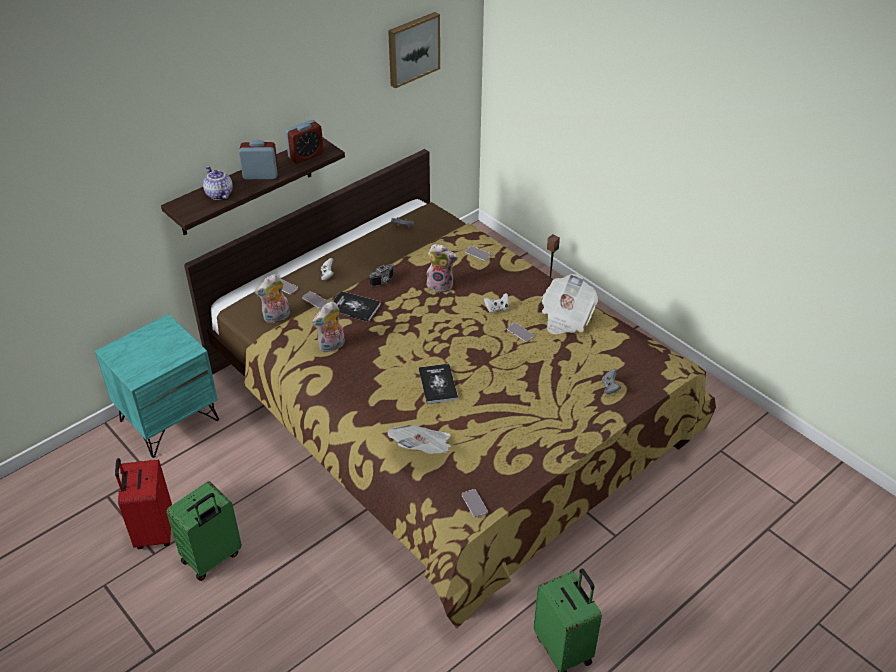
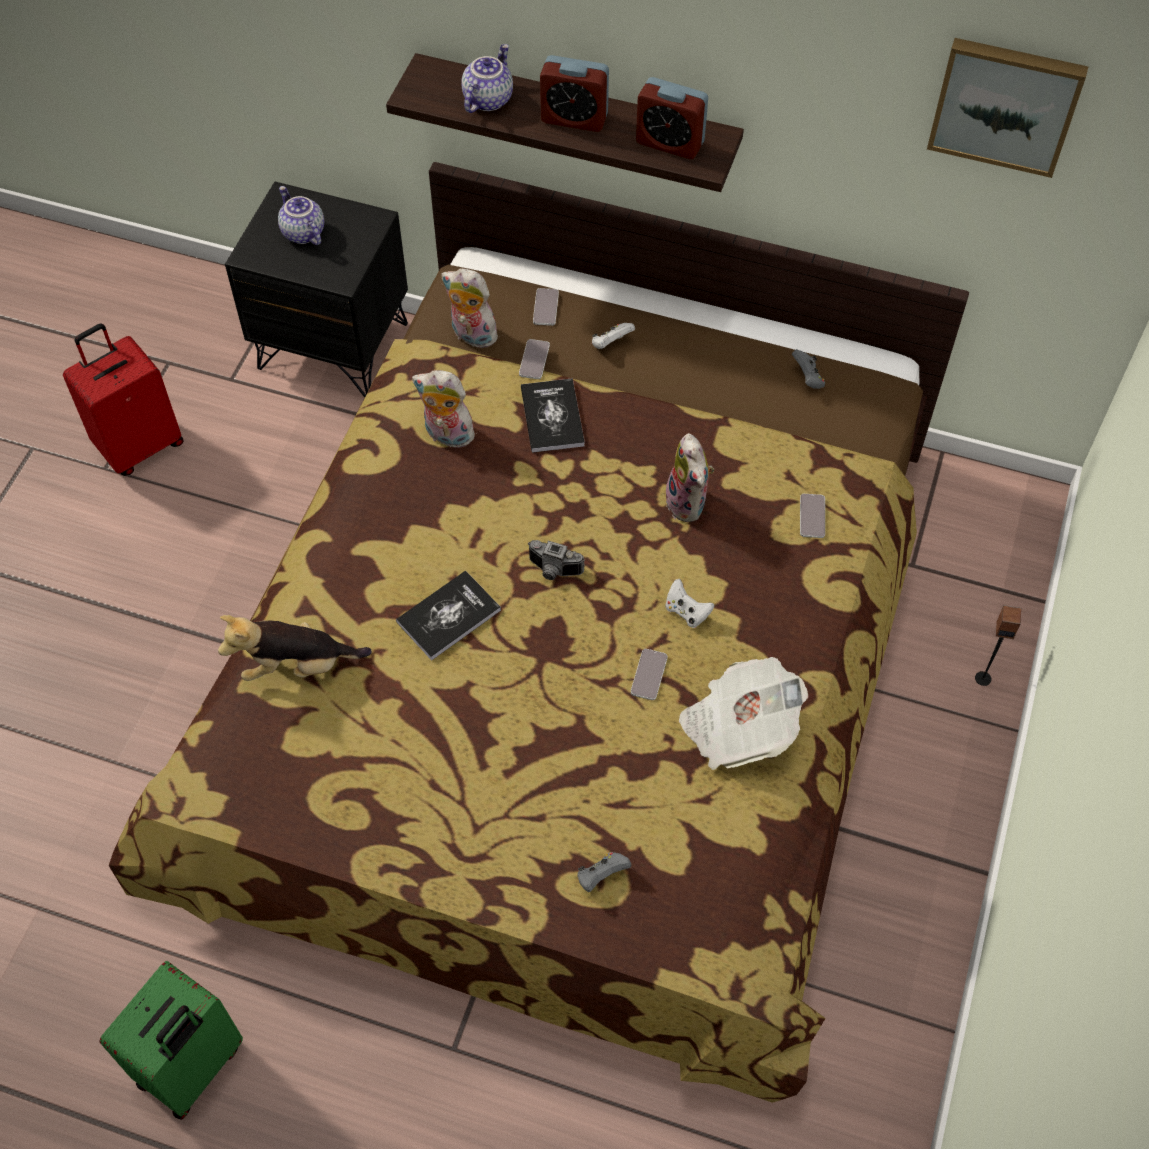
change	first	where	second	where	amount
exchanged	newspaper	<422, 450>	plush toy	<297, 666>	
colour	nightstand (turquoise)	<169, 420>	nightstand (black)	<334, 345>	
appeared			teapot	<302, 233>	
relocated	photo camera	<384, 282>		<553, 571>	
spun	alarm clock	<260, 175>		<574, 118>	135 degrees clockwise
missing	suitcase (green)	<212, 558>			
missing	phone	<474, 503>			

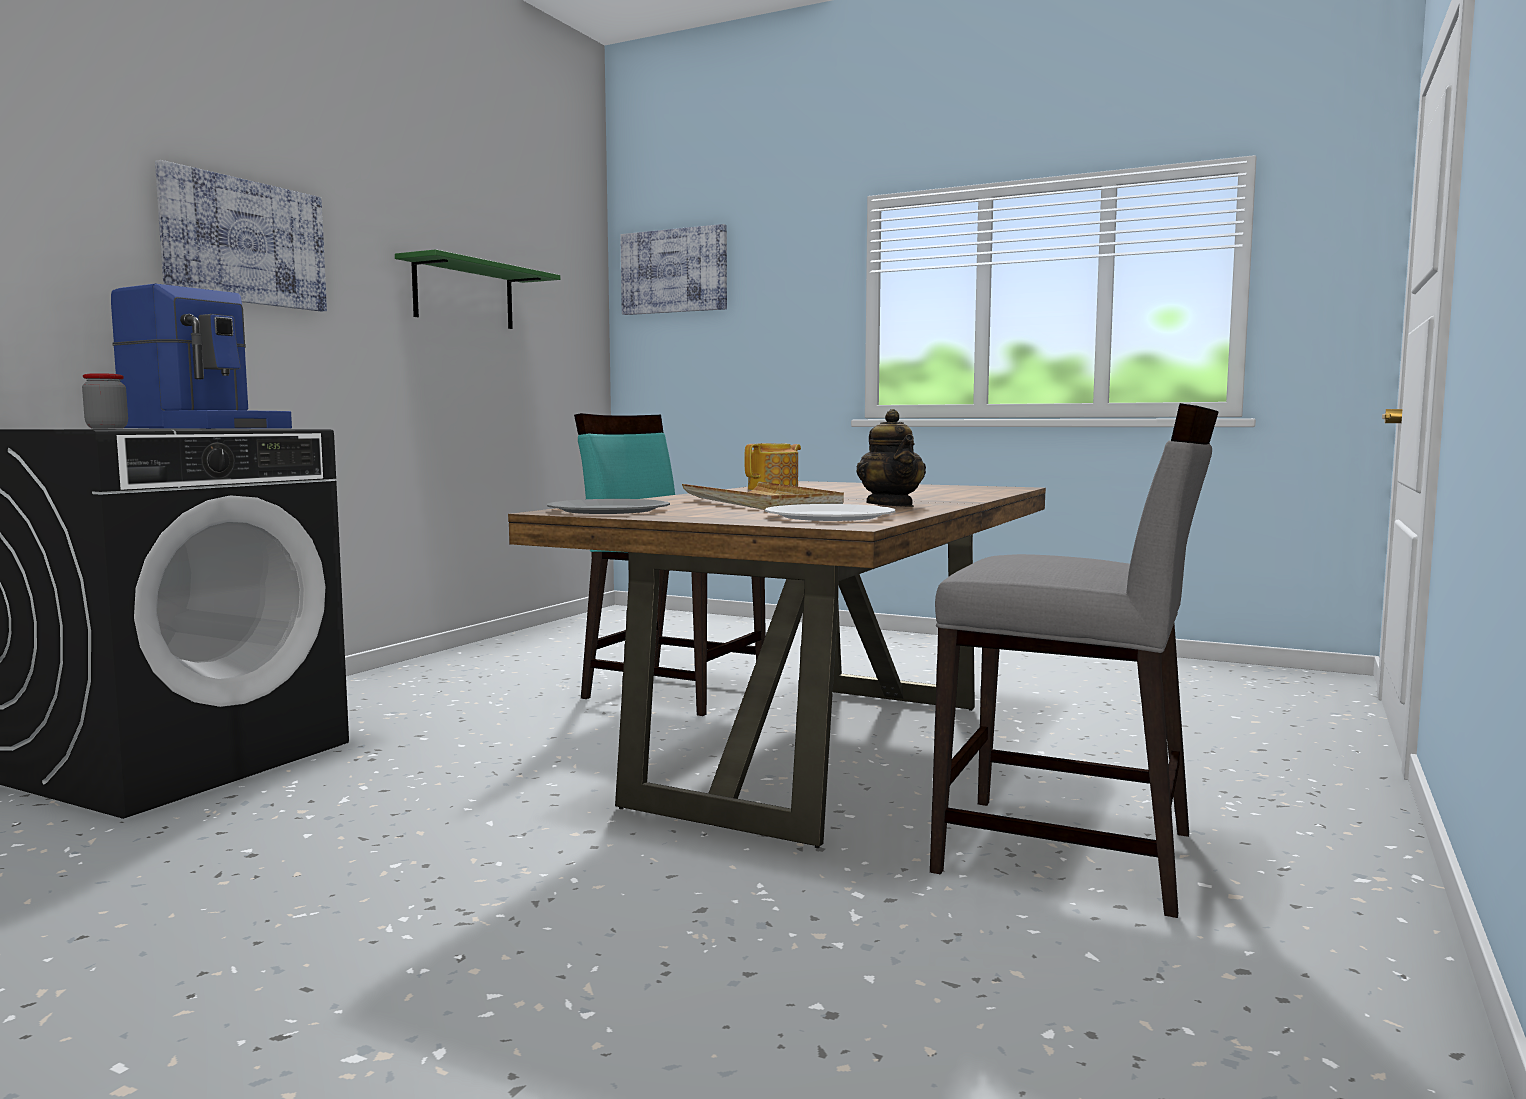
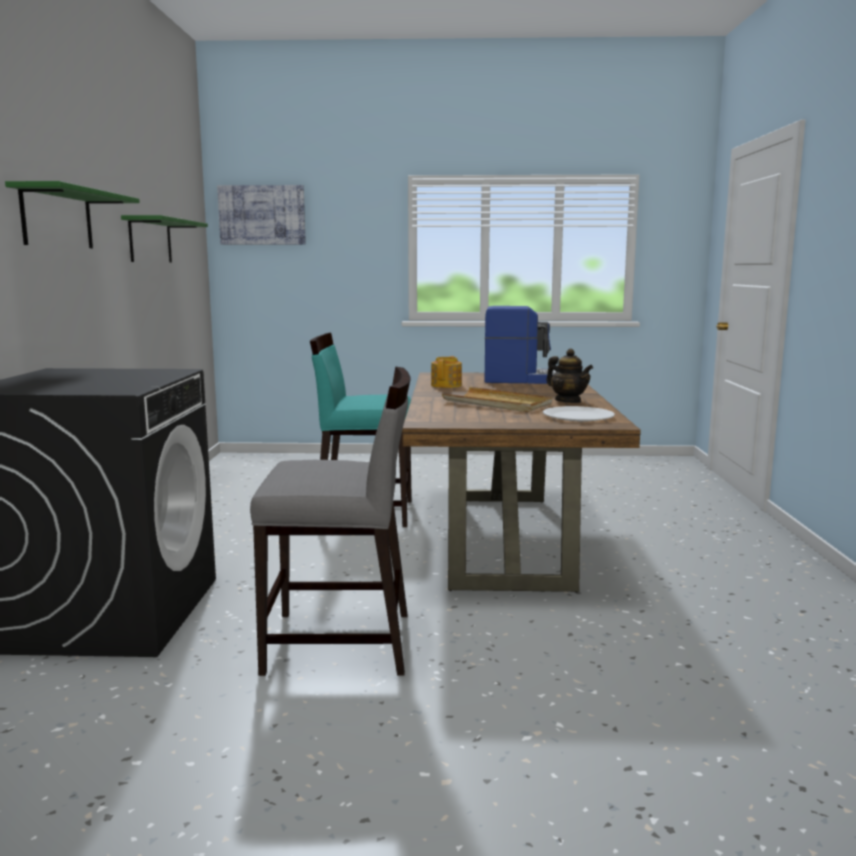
change	first	where	second	where	amount
exchanged	picture	<244, 242>	shelf (green)	<57, 219>	
relocated	chair (grey)	<1068, 853>		<341, 643>	
relocated	coffee machine	<206, 428>		<523, 379>	
missing	jar	<107, 428>			
missing	plate (grey)	<609, 510>			

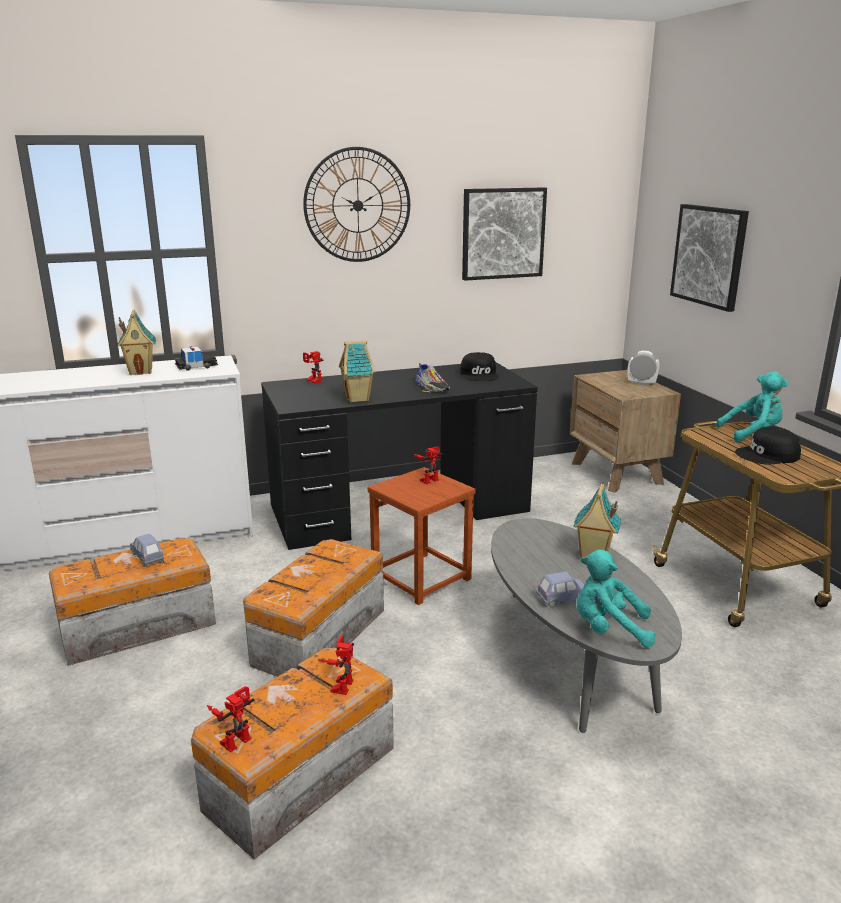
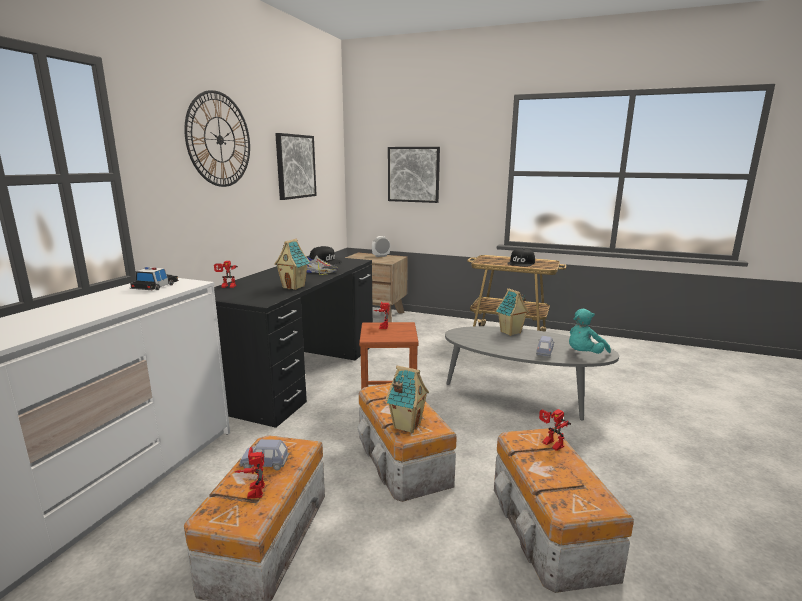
change	first	where	second	where	amount
relocated	toy robot	<235, 738>		<253, 490>	
relocated	toy house	<141, 371>		<406, 425>	
missing	plush toy (turquoise)	<752, 434>			

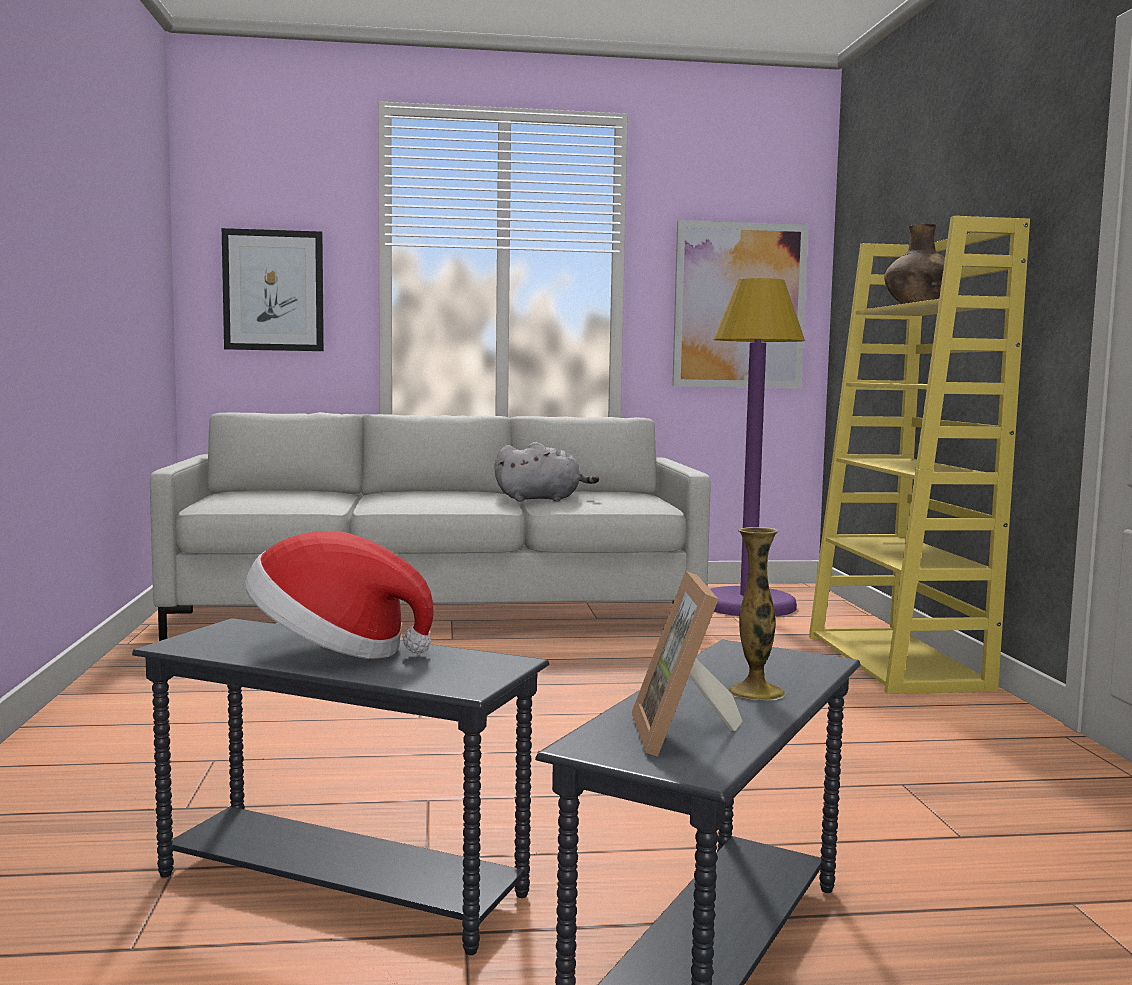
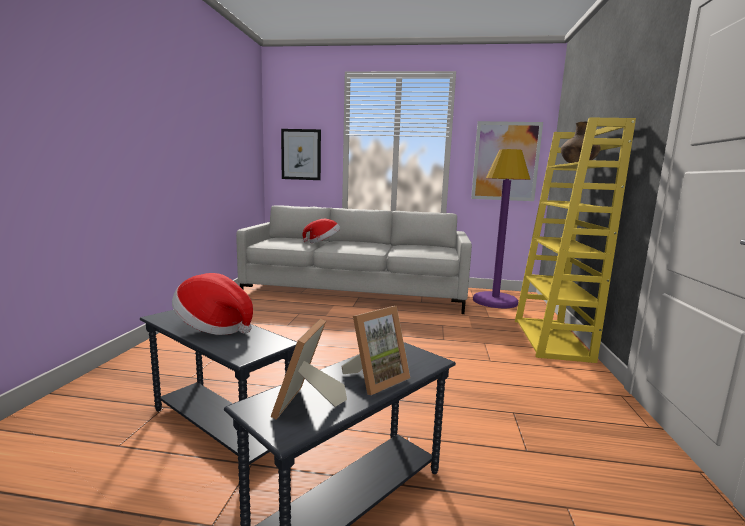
change	first	where	second	where	amount
appeared			hat	<322, 242>	
exchanged	vase	<756, 692>	picture frame	<375, 379>	
missing	plush toy (grey)	<542, 499>			

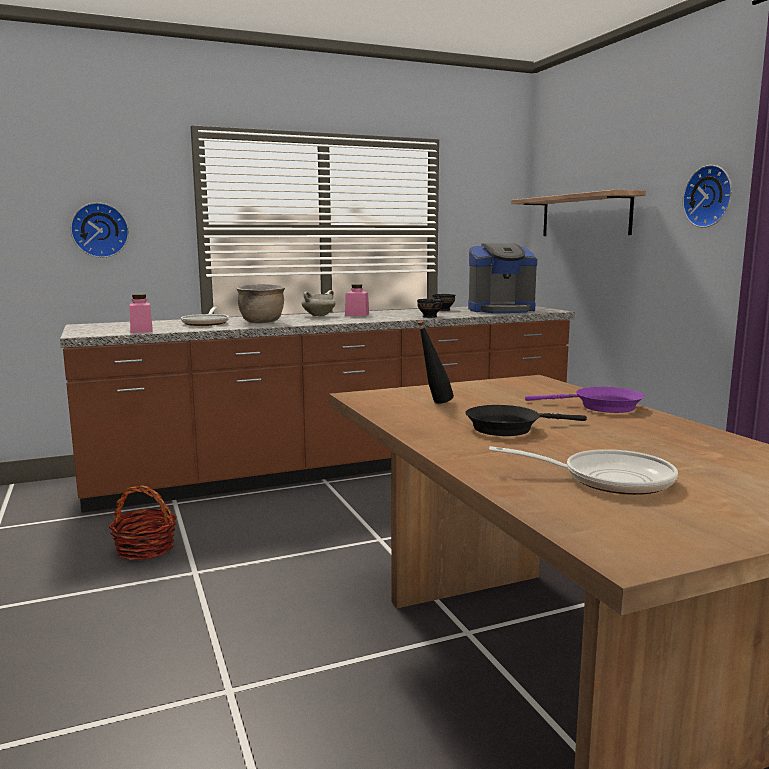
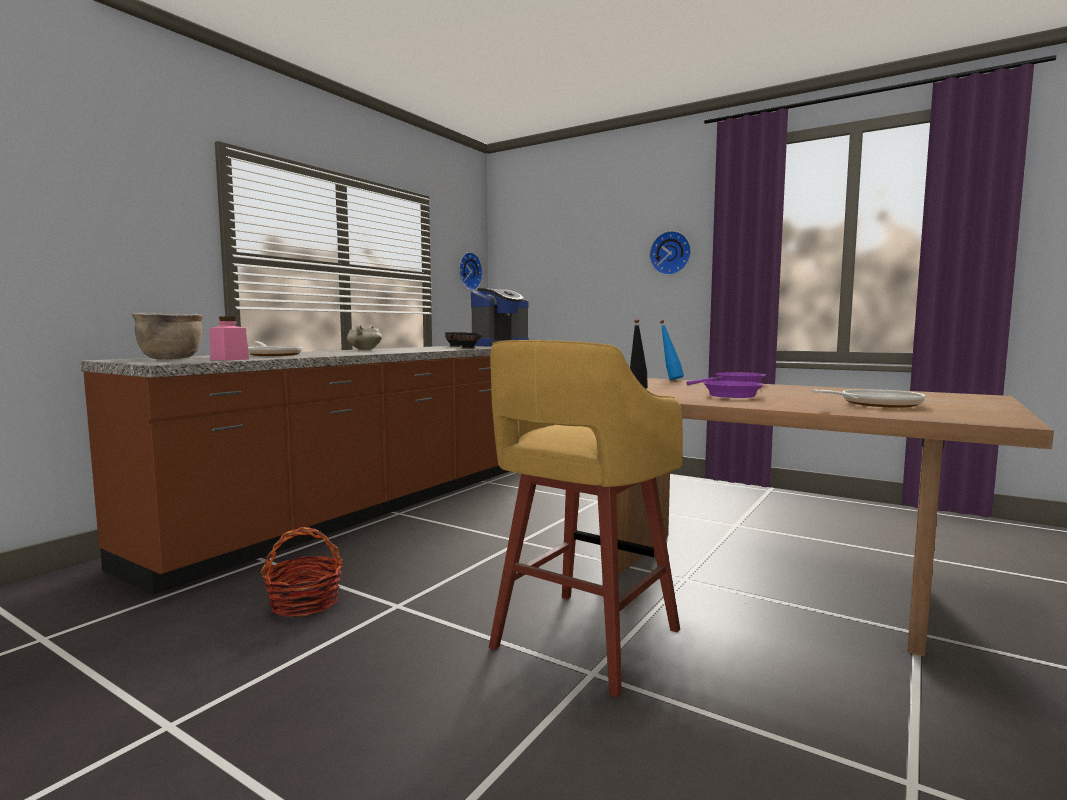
change	first	where	second	where	amount
relocated	cooking pot (brown)	<262, 322>		<171, 359>	
relocated	wall clock	<100, 230>		<468, 271>	
appeared			stool (yellow)	<582, 641>	
appeared			bottle (blue)	<670, 379>	
colour	frying pan (black)	<508, 428>	frying pan (purple)	<734, 395>	
missing	jar (pink)	<357, 315>			
missing	shelf	<585, 215>			

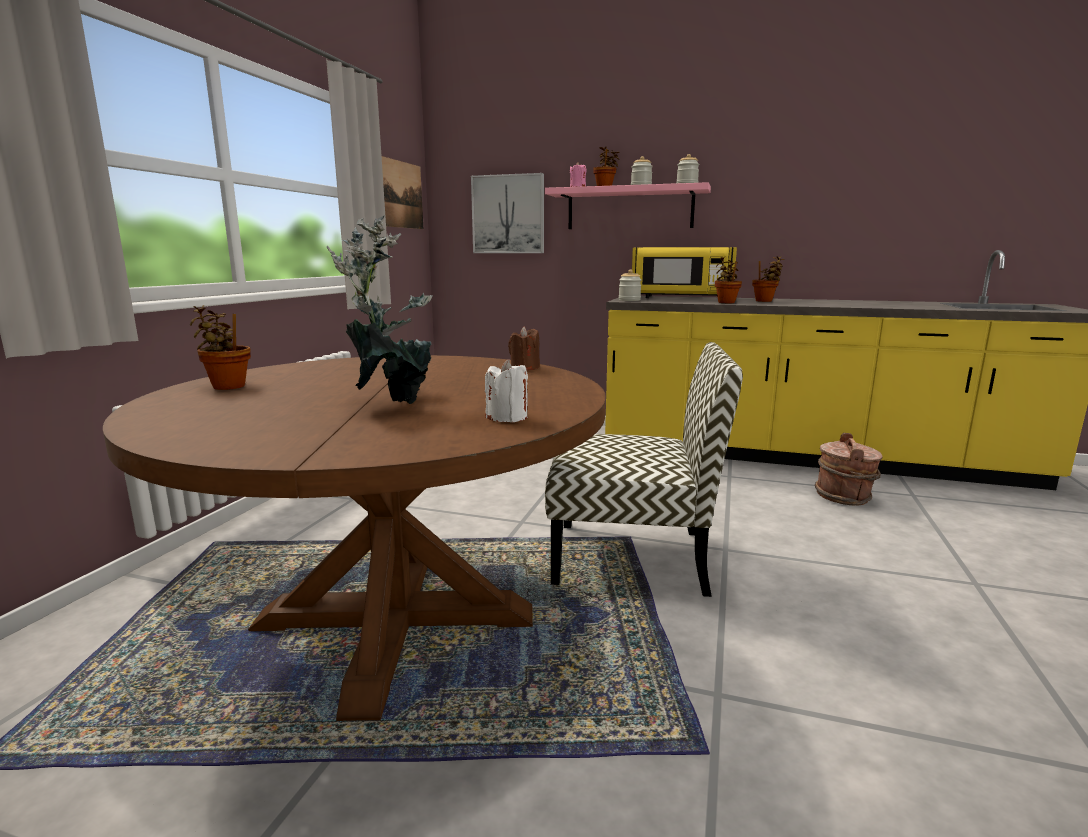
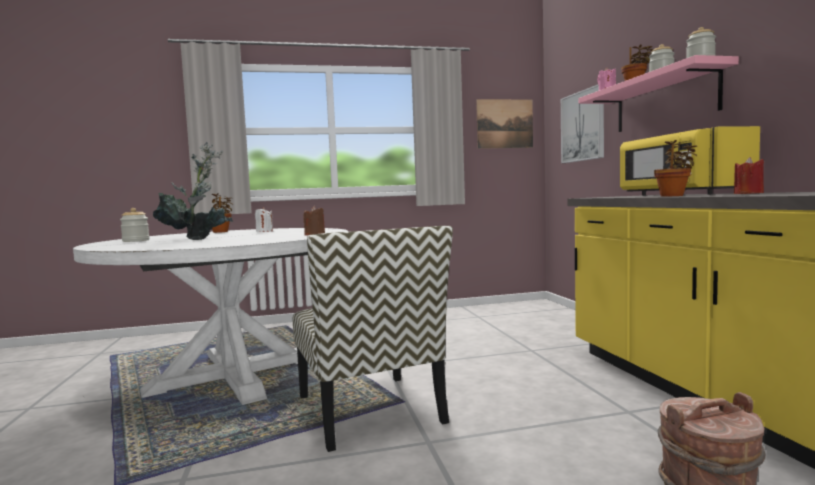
change	first	where	second	where	amount
colour	dining table (brown)	<395, 619>	dining table (white)	<233, 375>	
relocated	jar	<629, 300>		<136, 241>	
relocated	candle (white)	<507, 418>		<264, 231>	
exchanged	potted plant	<765, 301>	candle (red)	<748, 194>	

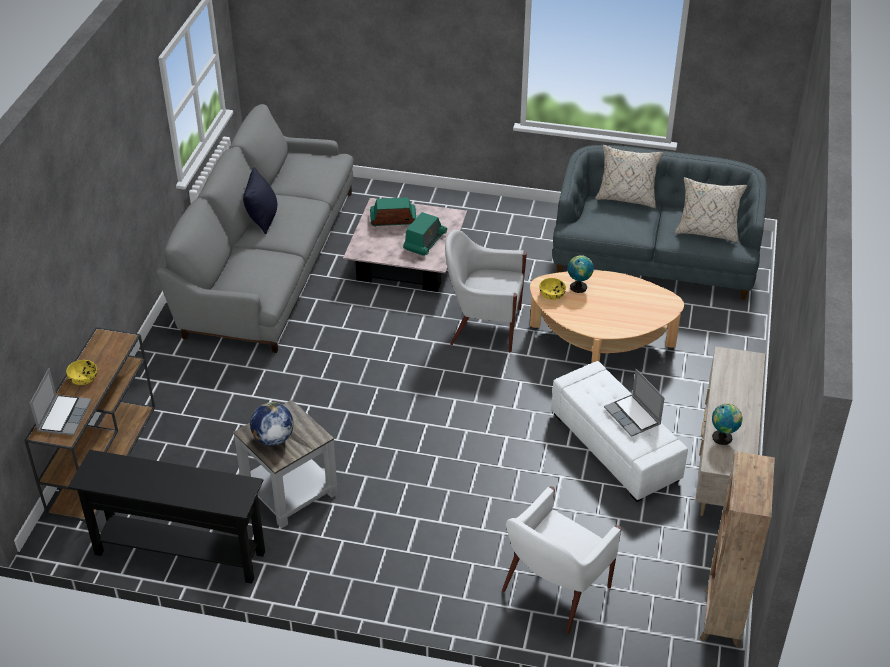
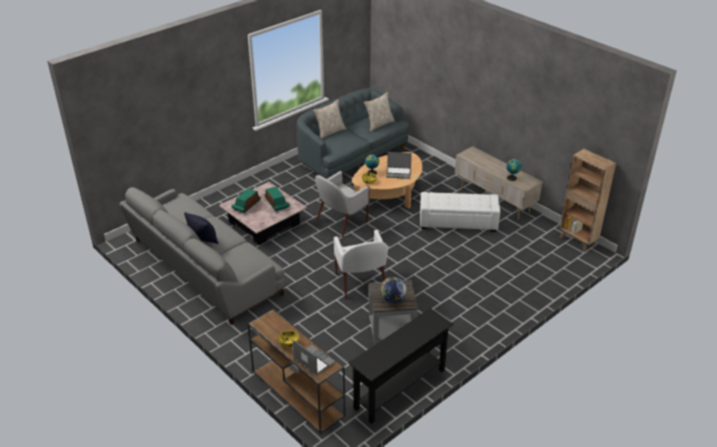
change	first	where	second	where	amount
relocated	armchair (white)	<554, 590>		<361, 283>	
relocated	laptop	<633, 416>		<399, 173>	

